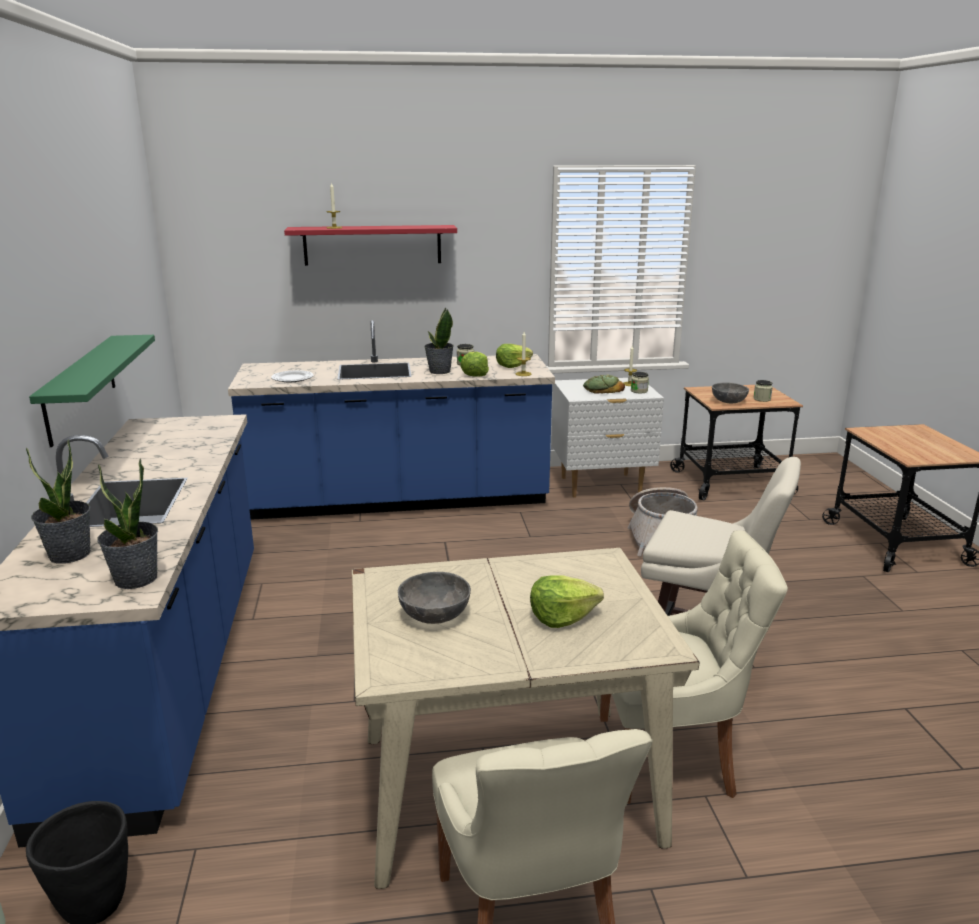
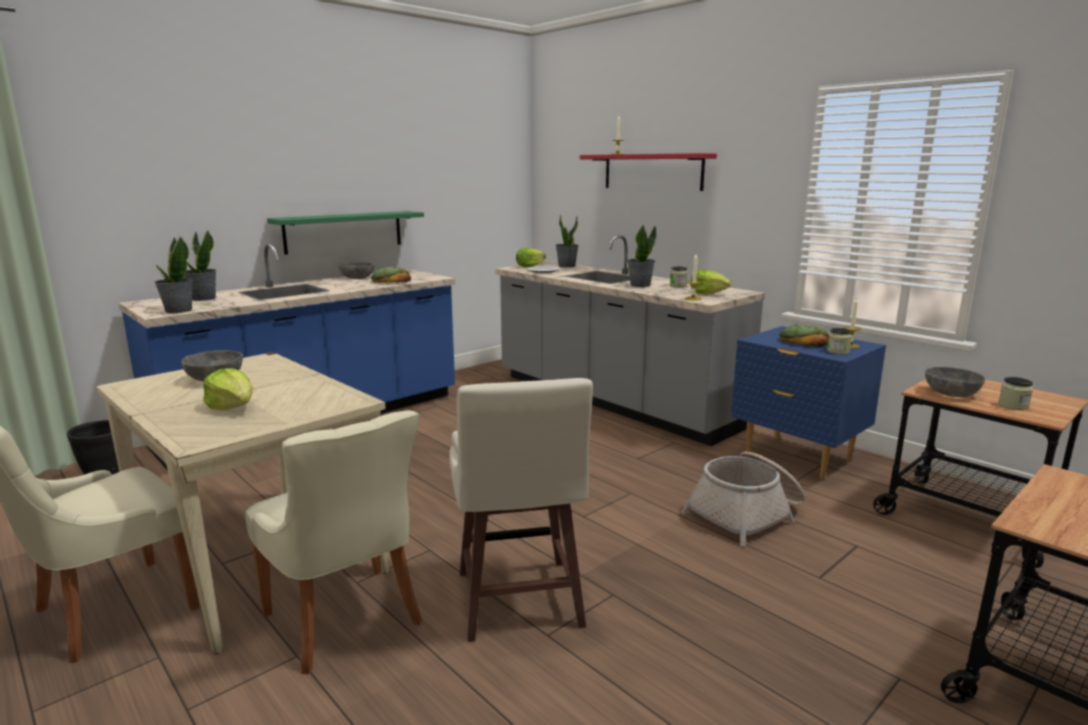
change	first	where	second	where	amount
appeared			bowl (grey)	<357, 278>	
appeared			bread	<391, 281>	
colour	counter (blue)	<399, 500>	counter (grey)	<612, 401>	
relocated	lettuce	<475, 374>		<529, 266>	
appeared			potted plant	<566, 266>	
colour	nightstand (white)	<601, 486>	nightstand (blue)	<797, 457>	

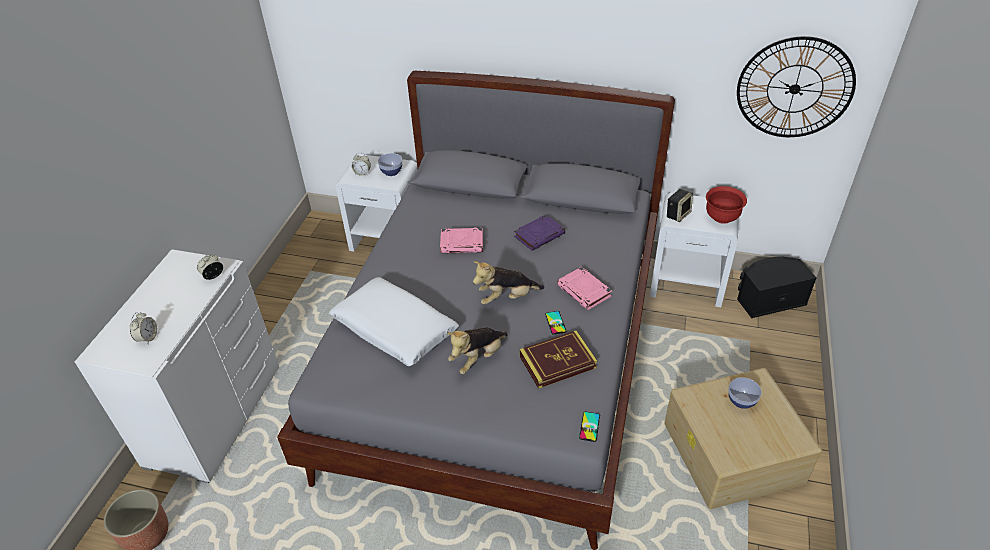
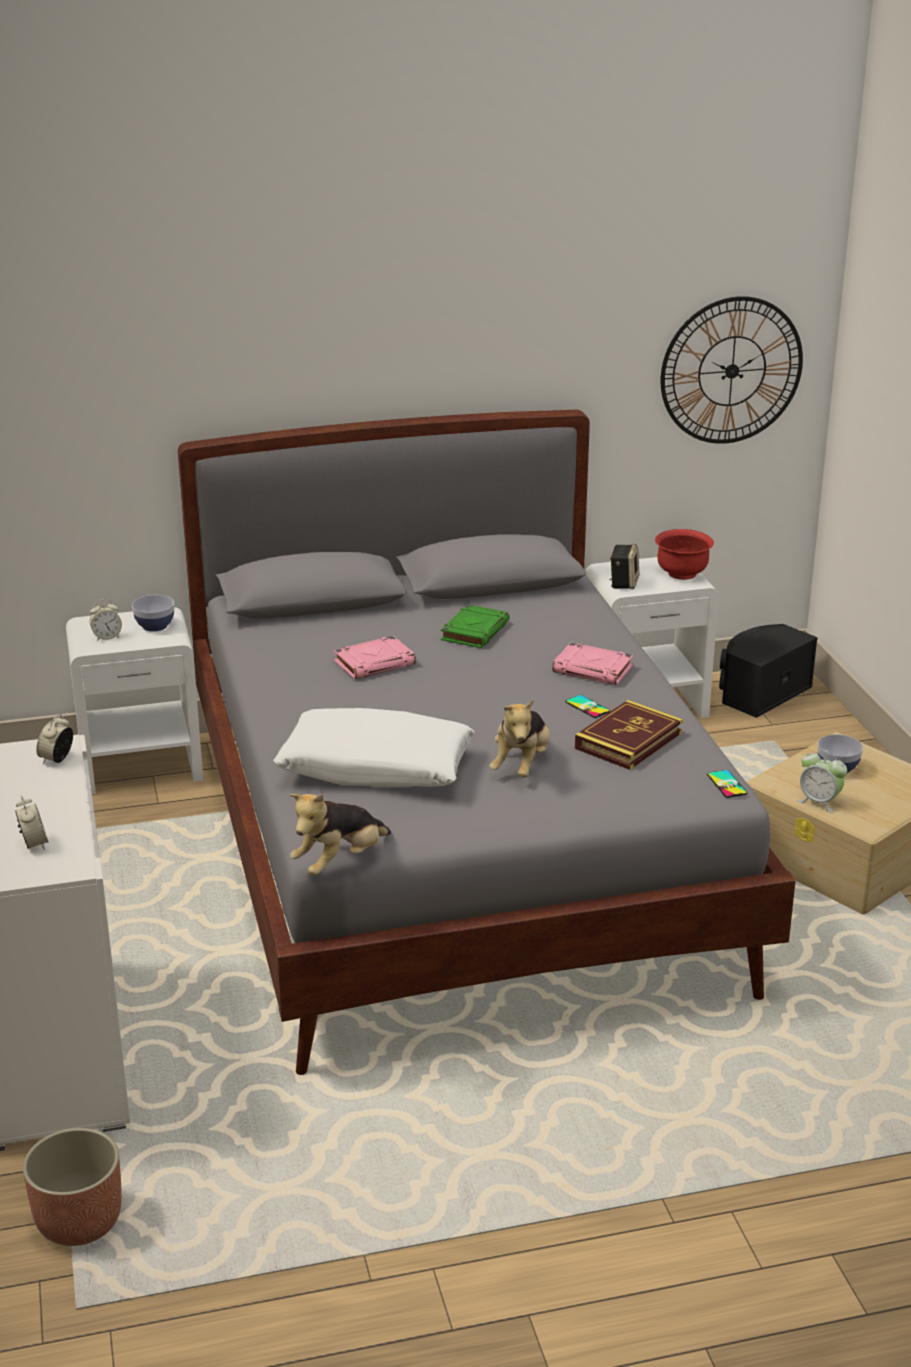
change	first	where	second	where	amount
relocated	plush toy	<506, 298>		<340, 862>	
colour	book (purple)	<539, 235>	book (green)	<475, 631>	
appeared			alarm clock	<819, 802>	

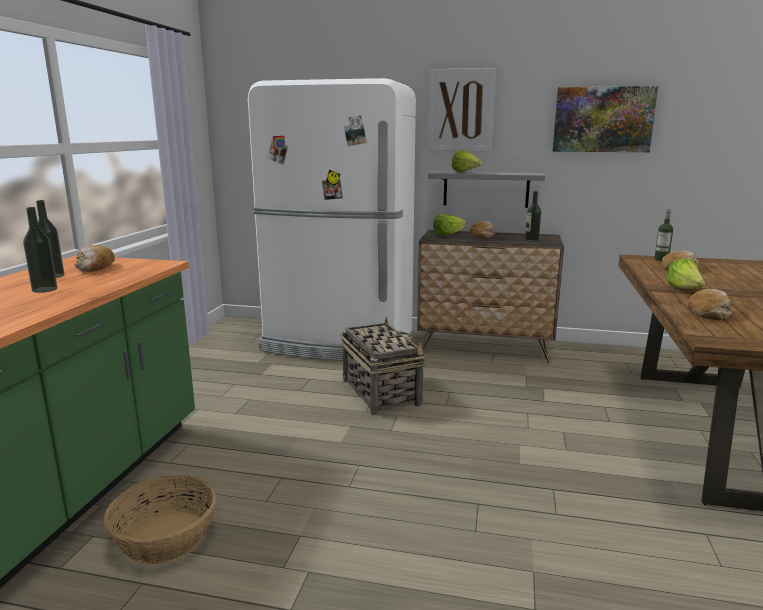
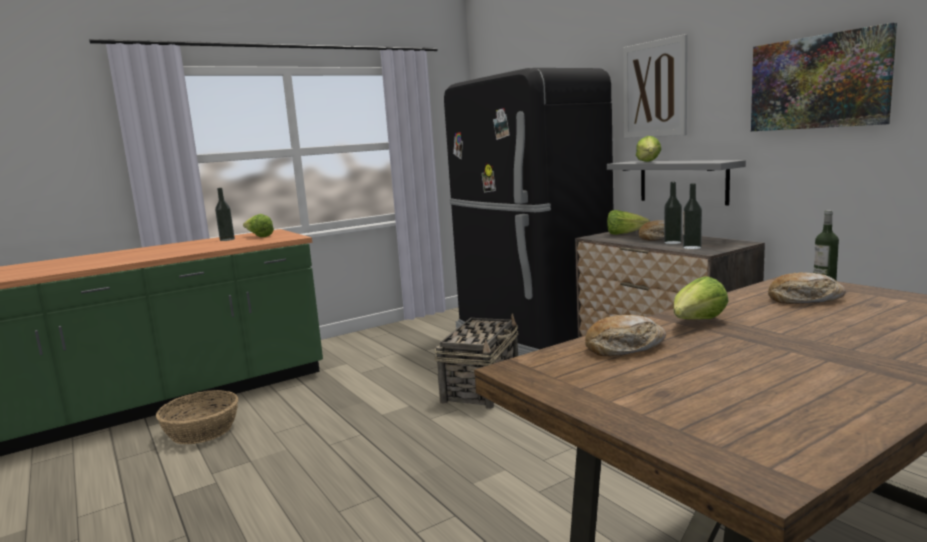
change	first	where	second	where	amount
exchanged	bread	<95, 267>	lettuce	<258, 237>	
colour	fridge (white)	<339, 342>	fridge (black)	<530, 339>	
relocated	bottle	<45, 289>		<672, 242>	

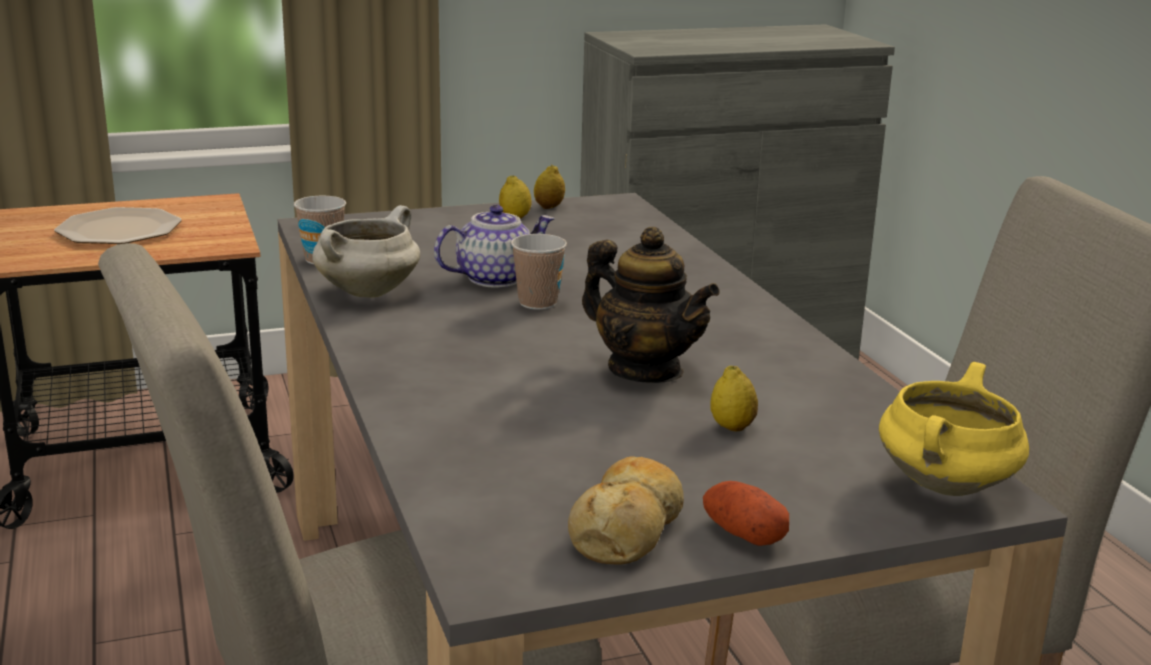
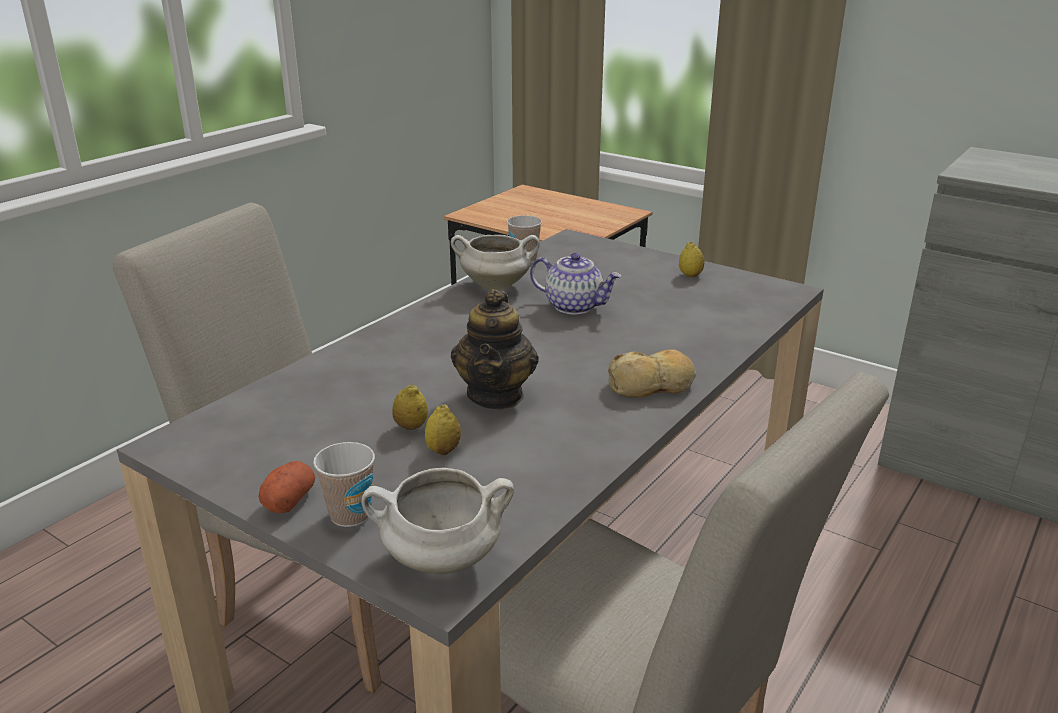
change	first	where	second	where	amount
relocated	cup	<538, 303>		<350, 515>	
colour	cooking pot (yellow)	<946, 487>	cooking pot (white)	<440, 560>	
relocated	lemon	<549, 207>		<411, 427>	
relocated	bread	<628, 529>		<652, 386>	
missing	plate	<118, 230>			

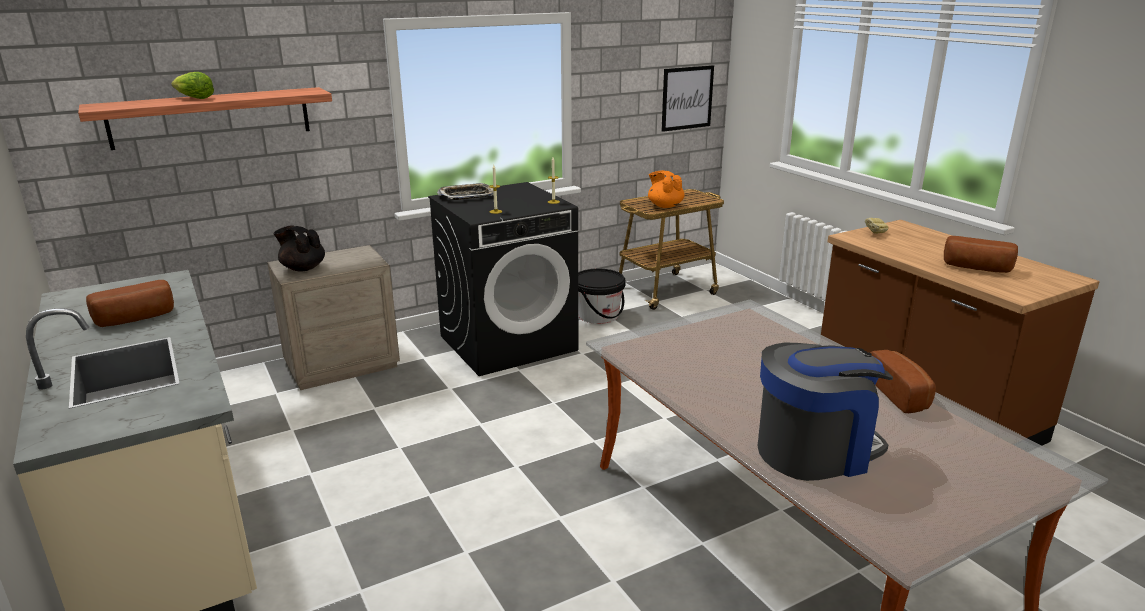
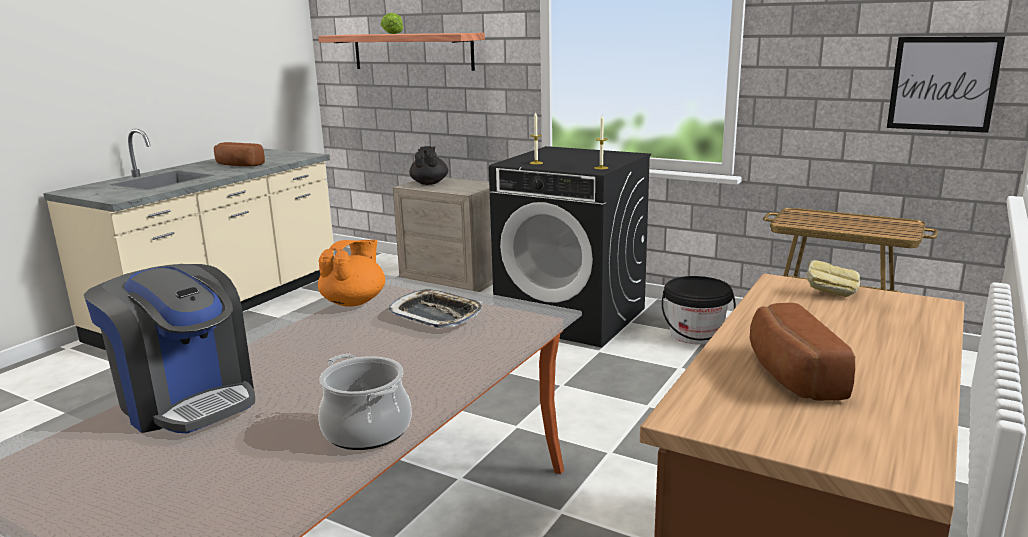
change	first	where	second	where	amount
relocated	teapot (orange)	<665, 206>		<354, 302>	
exchanged	bread	<901, 394>	cooking pot	<366, 430>	
relocated	tray	<467, 196>		<436, 315>	

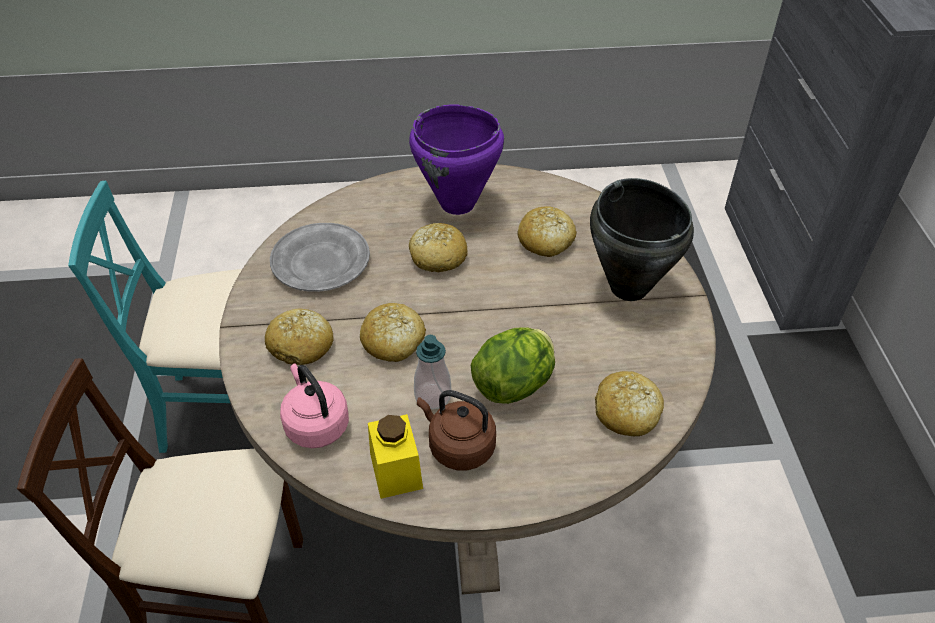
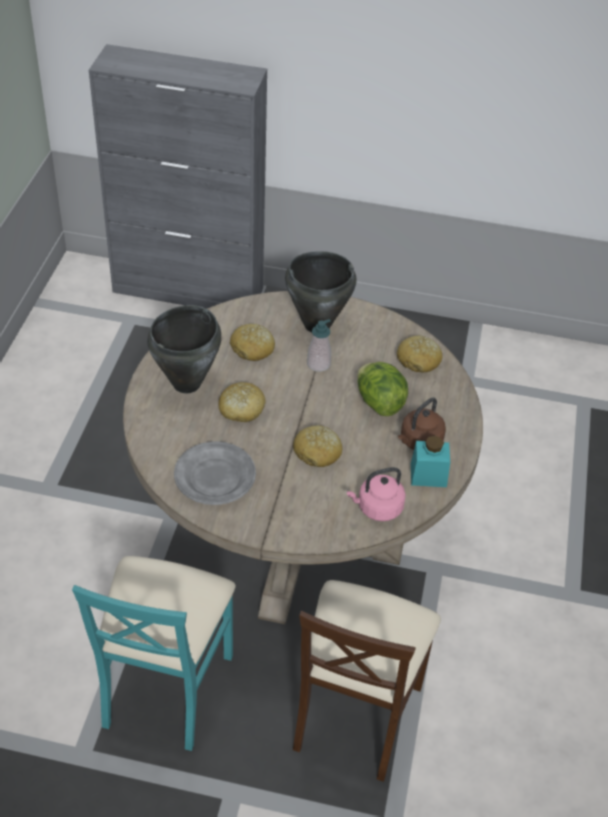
change	first	where	second	where	amount
colour	cooking pot (purple)	<458, 204>	cooking pot (black)	<187, 383>	
relocated	soap dispenser	<433, 396>		<318, 364>	
colour	jar (yellow)	<396, 471>	jar (turquoise)	<428, 475>	
missing	bread	<301, 345>			

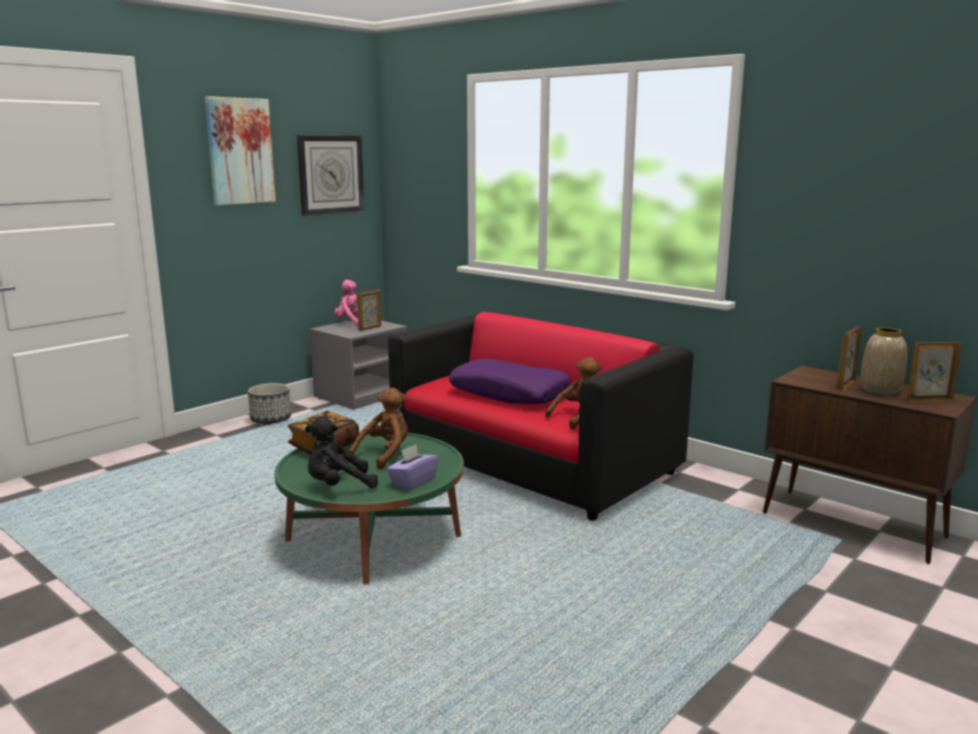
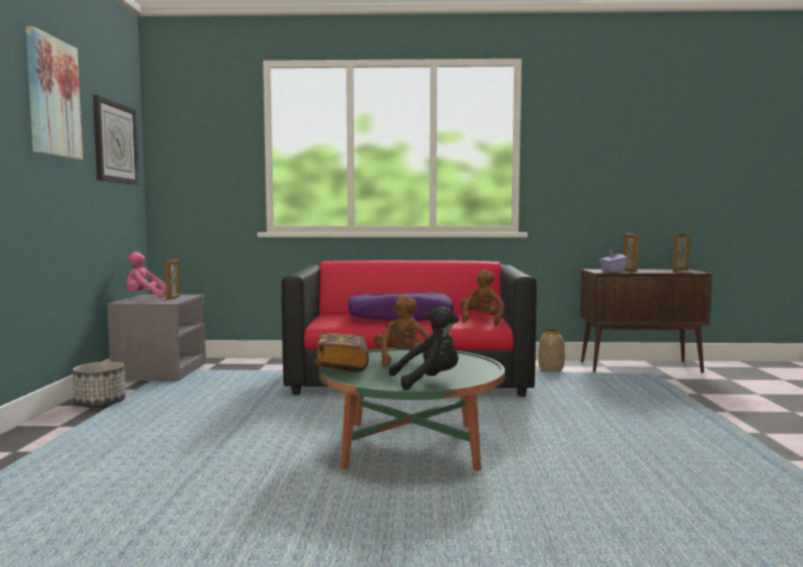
change	first	where	second	where	amount
spun	plush toy (black)	<338, 486>		<429, 381>	135 degrees counterclockwise
relocated	vase	<880, 390>		<551, 369>	
relocated	tissue box (purple)	<413, 482>		<612, 271>	

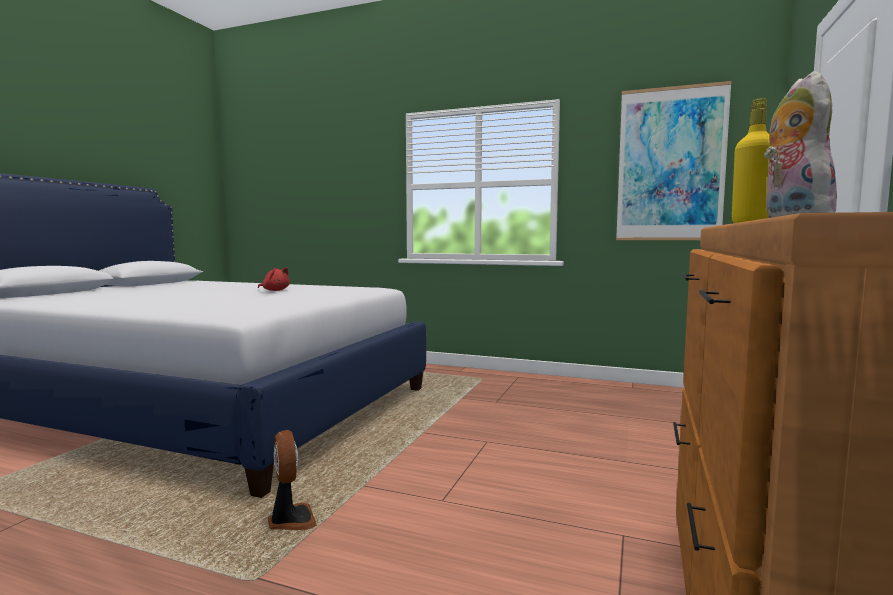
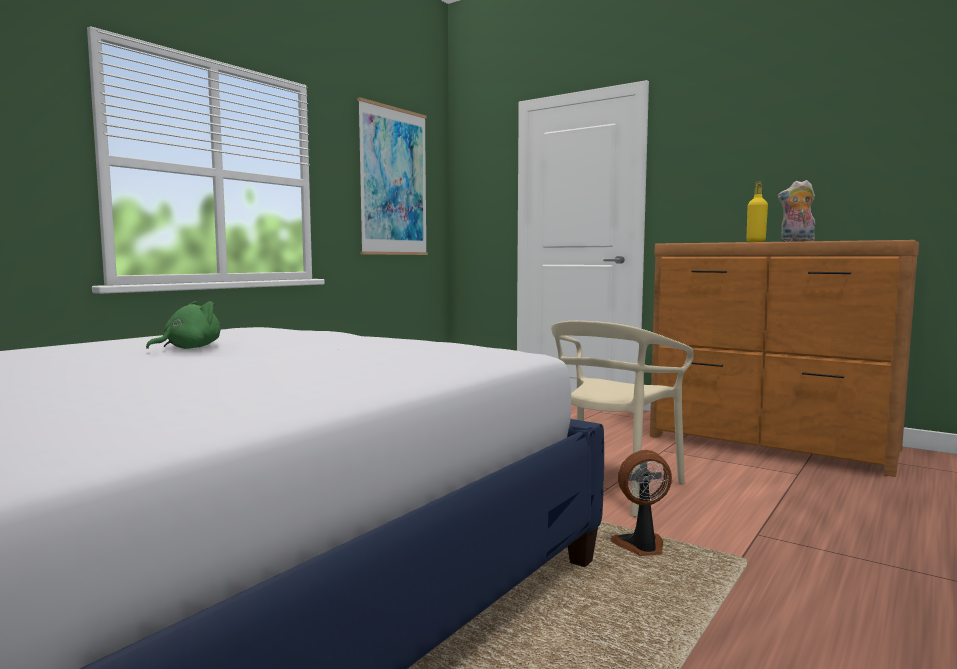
change	first	where	second	where	amount
colour	plush toy (red)	<275, 290>	plush toy (green)	<189, 348>	
appeared			chair (beige)	<610, 488>	

